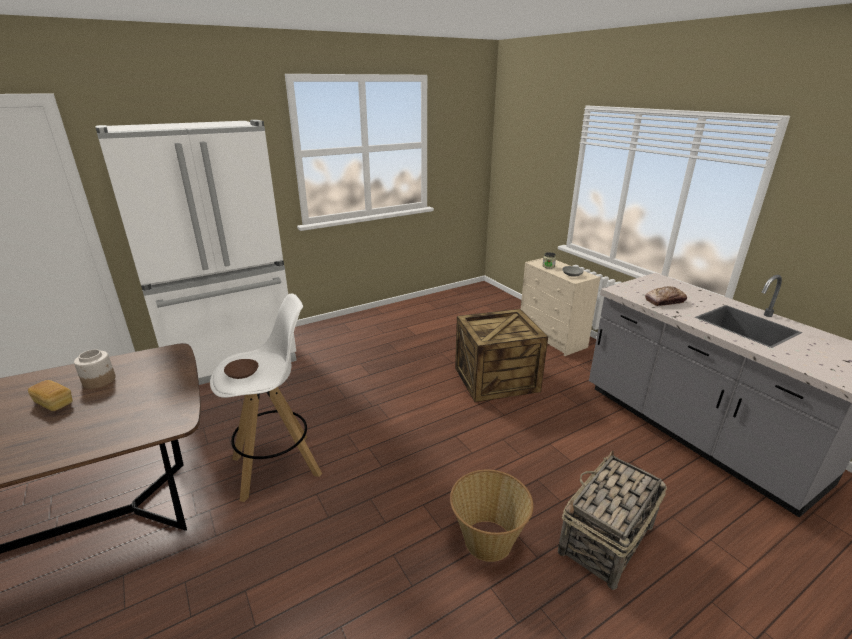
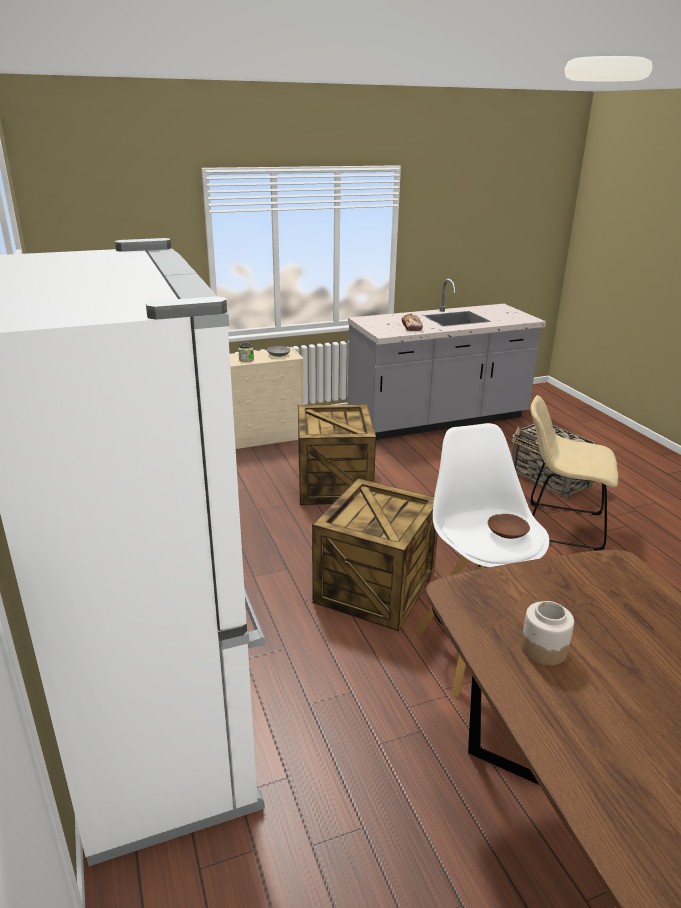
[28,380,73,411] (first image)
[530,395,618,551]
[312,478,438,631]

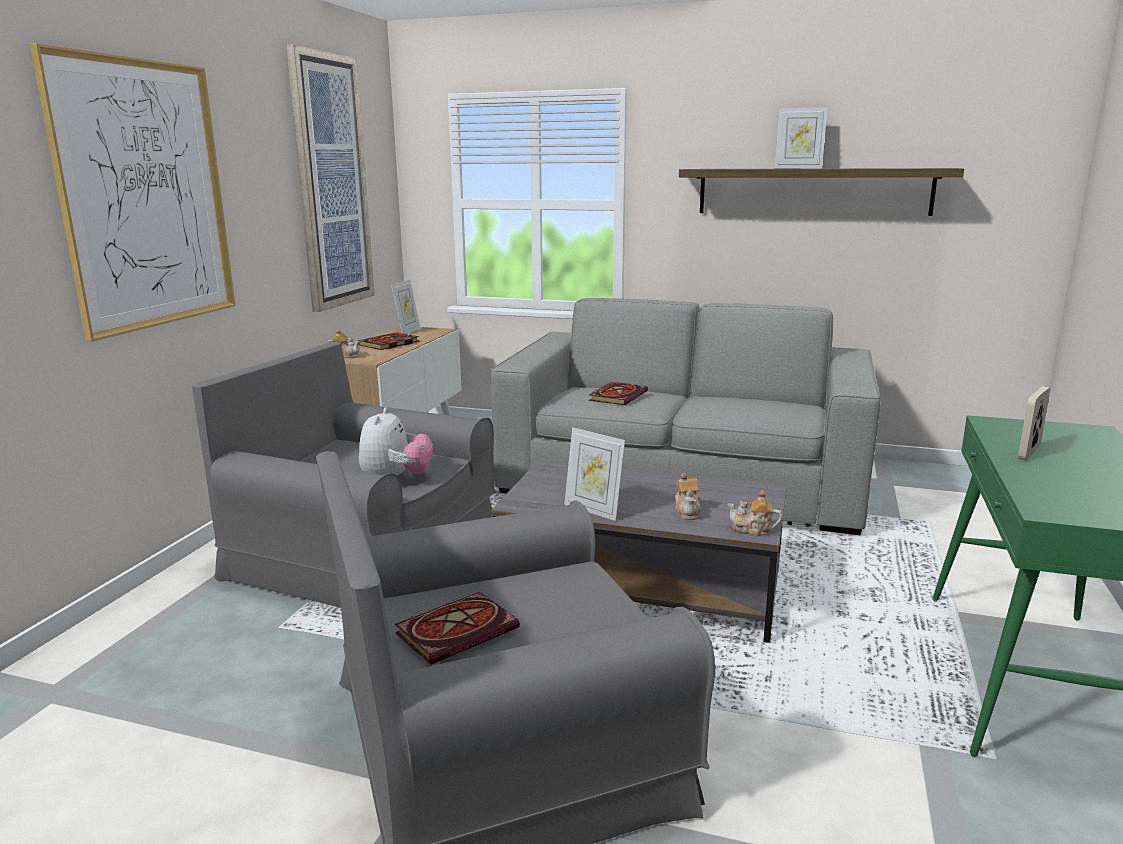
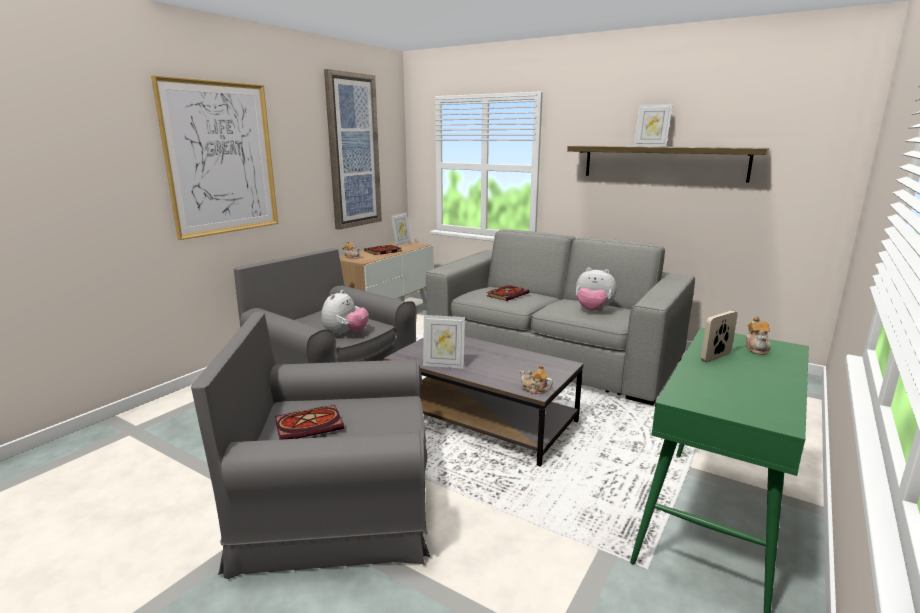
[423,315,465,369]
[745,316,771,355]
[576,268,617,311]

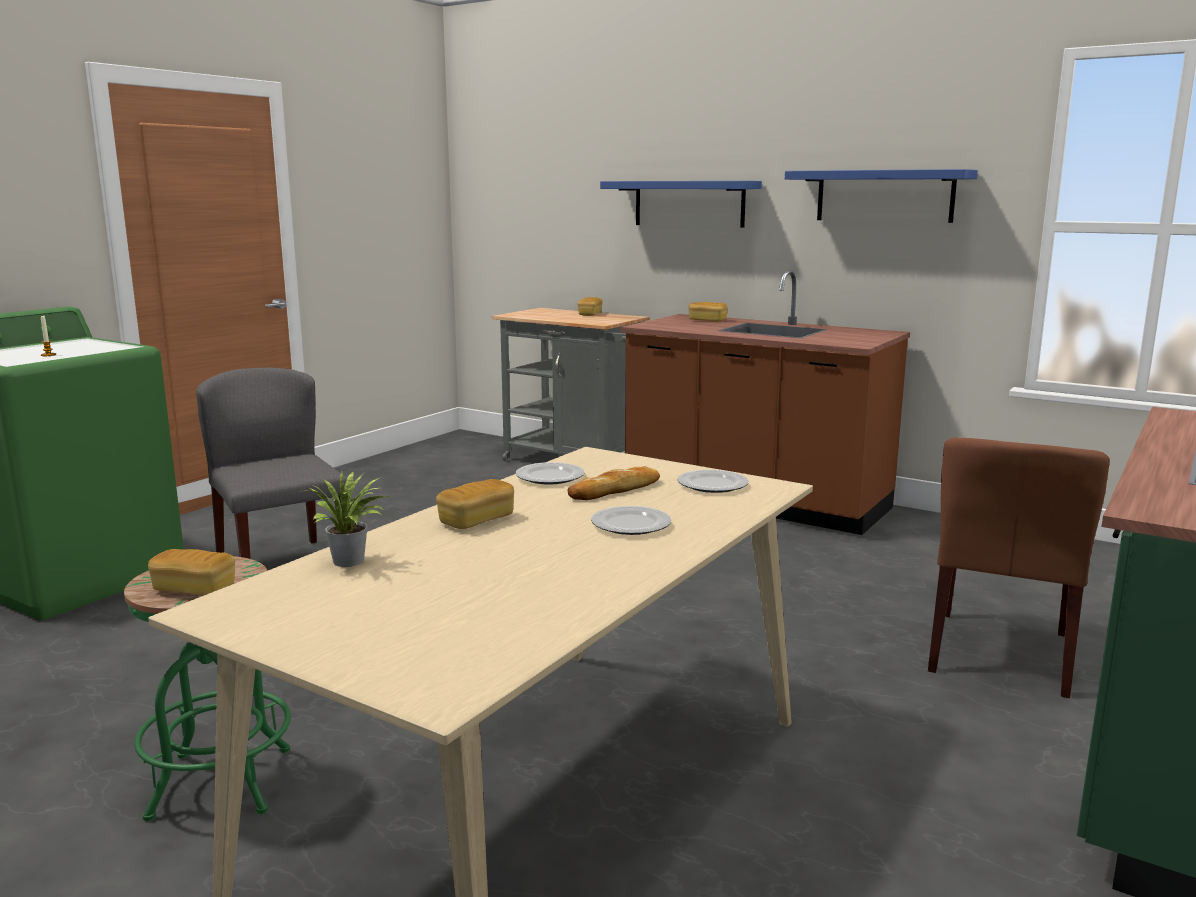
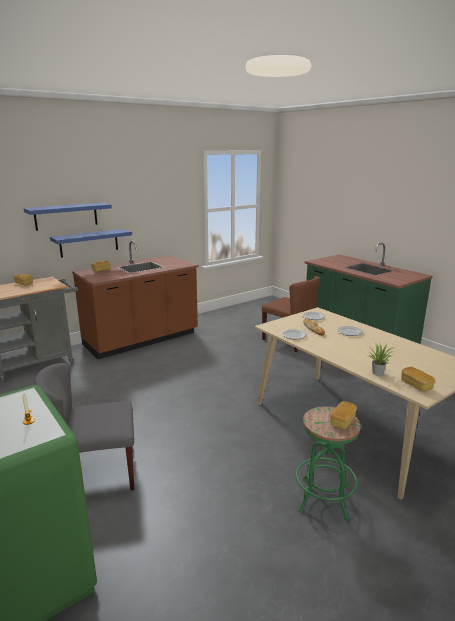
[401,367,435,392]
[50,229,132,258]

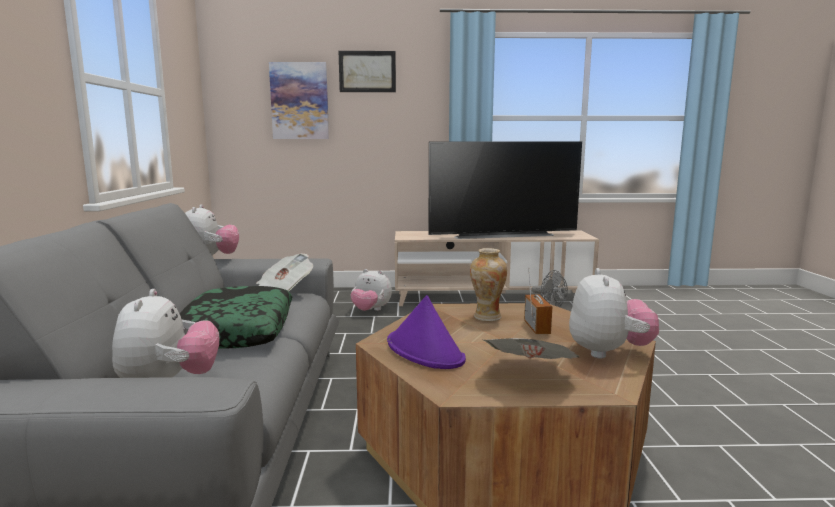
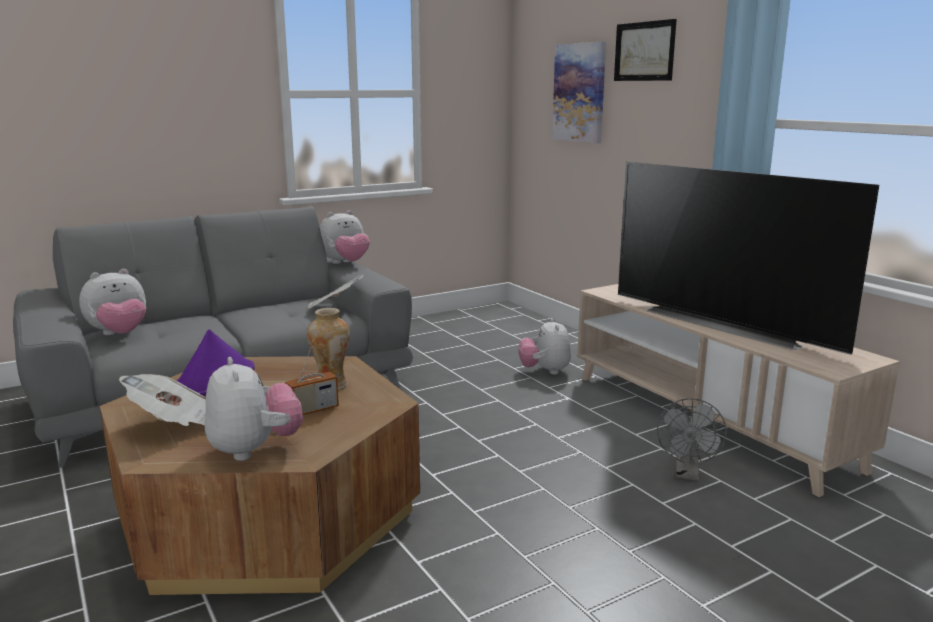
[180,286,292,349] (first image)
[205,357,303,461]

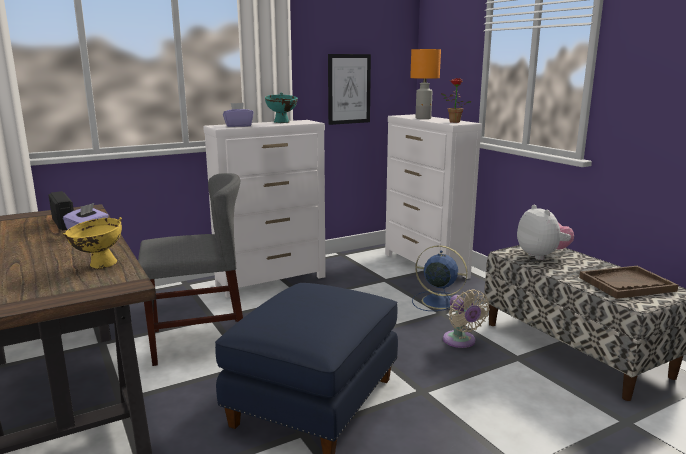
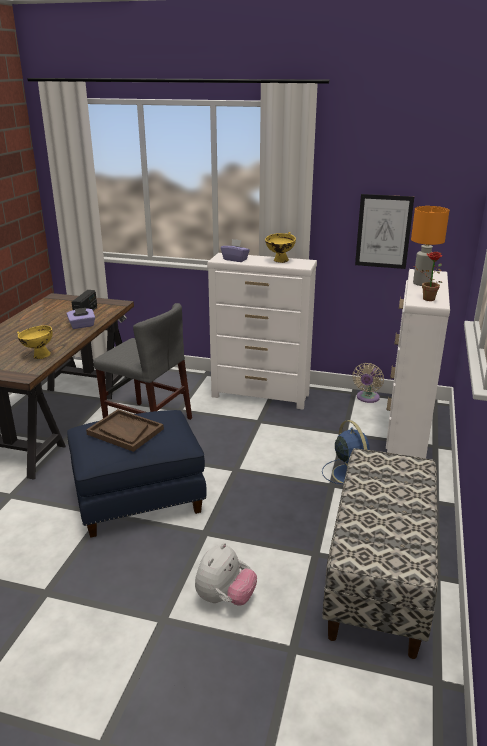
[265,232,296,263]
[353,363,384,403]
[195,543,257,606]
[86,409,164,452]

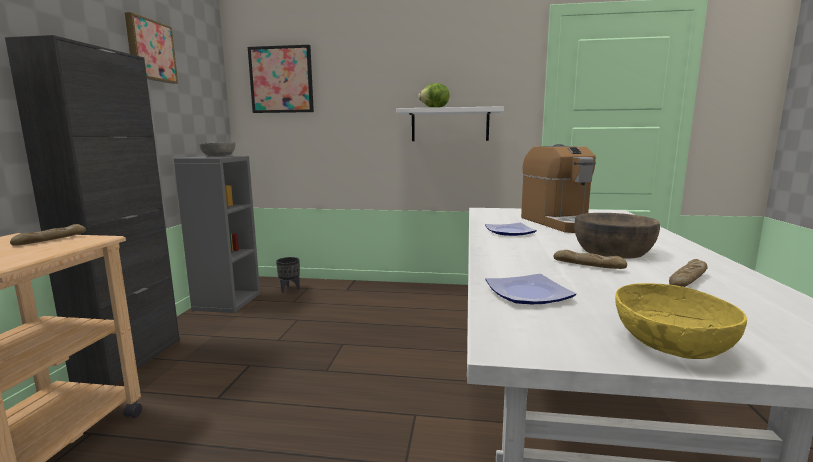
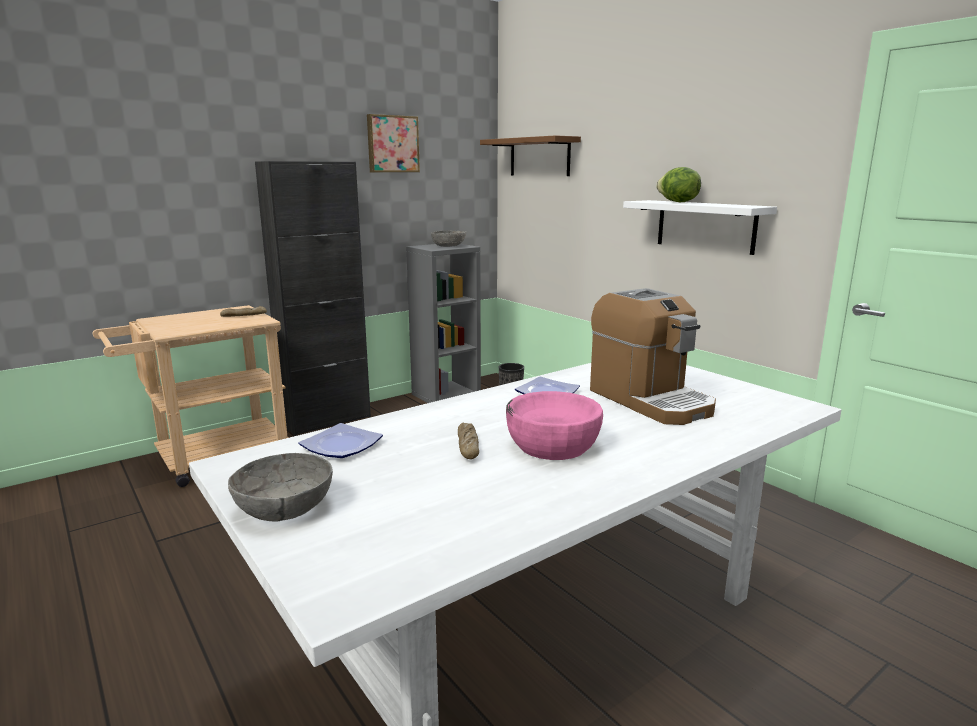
[480,135,581,176]
[590,288,716,425]
[506,391,603,460]
[228,453,333,522]
[669,259,708,287] (first image)

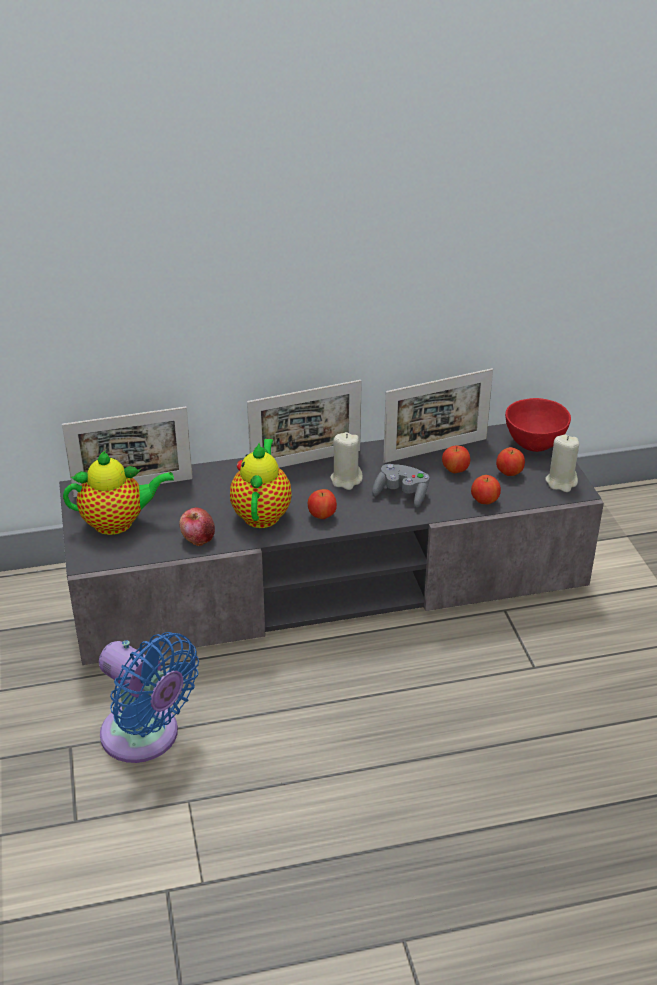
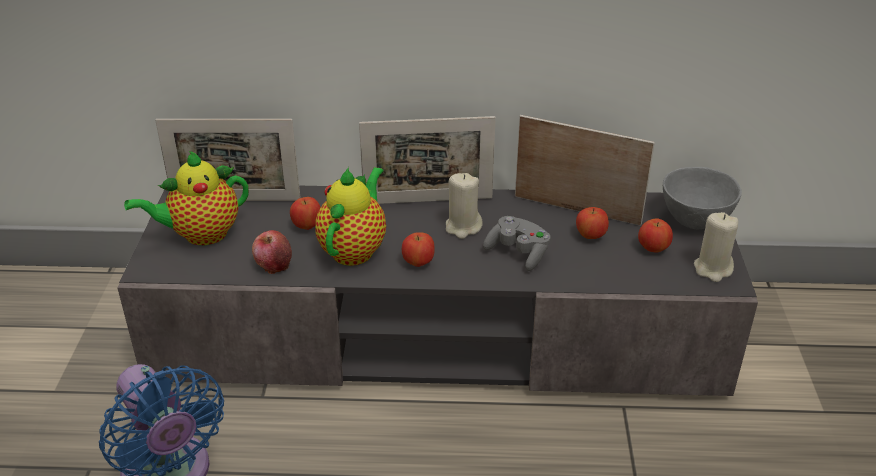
[124,151,249,245]
[515,115,655,226]
[290,197,321,230]
[663,167,742,229]

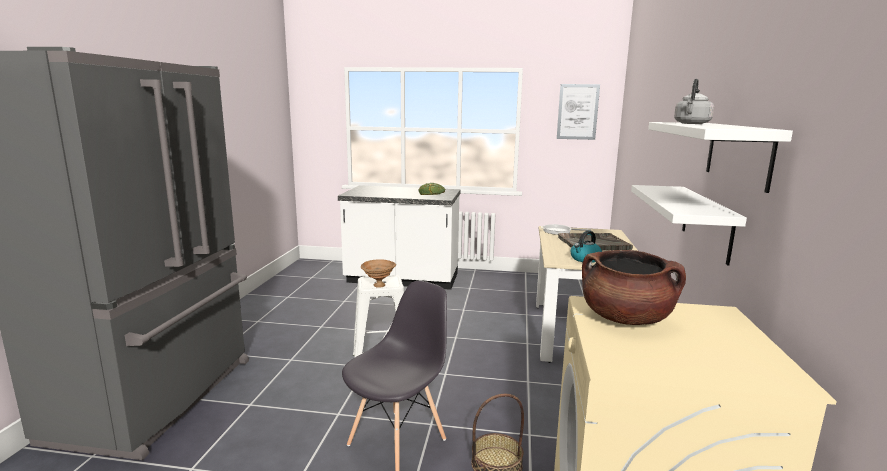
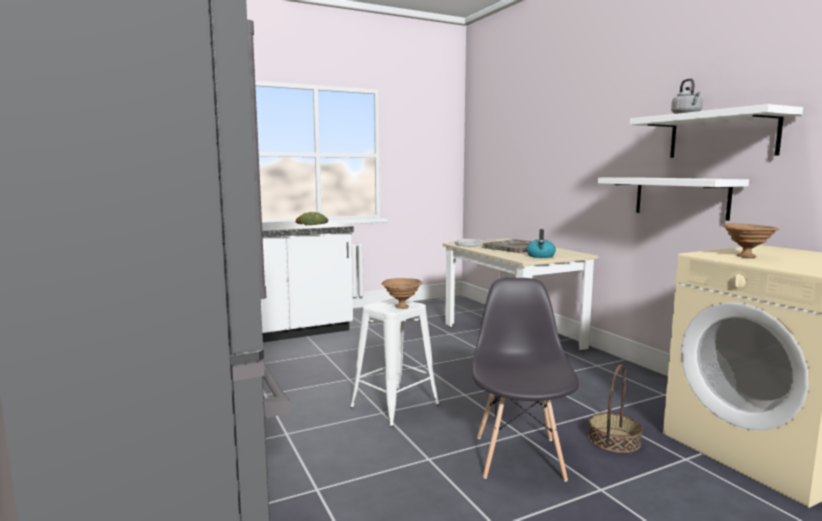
[557,84,600,140] (first image)
[723,223,779,257]

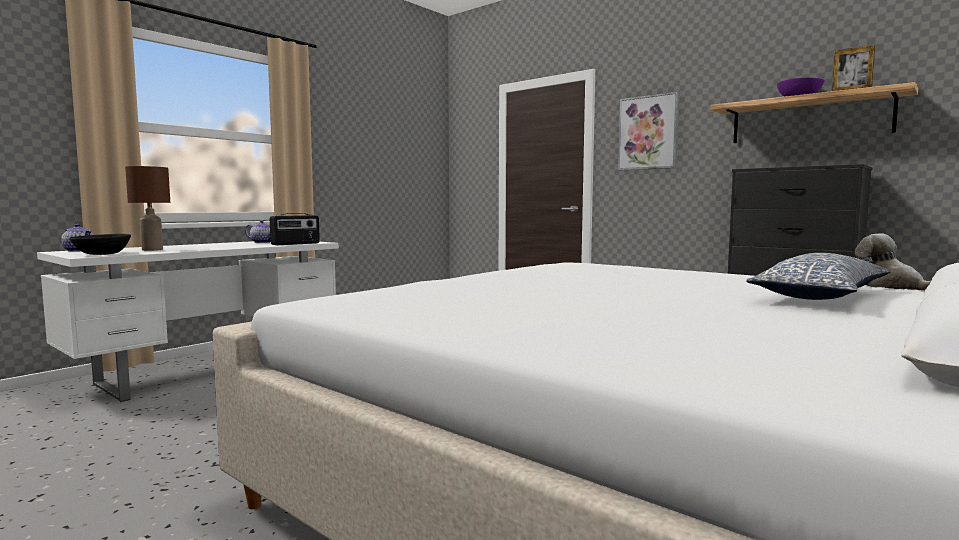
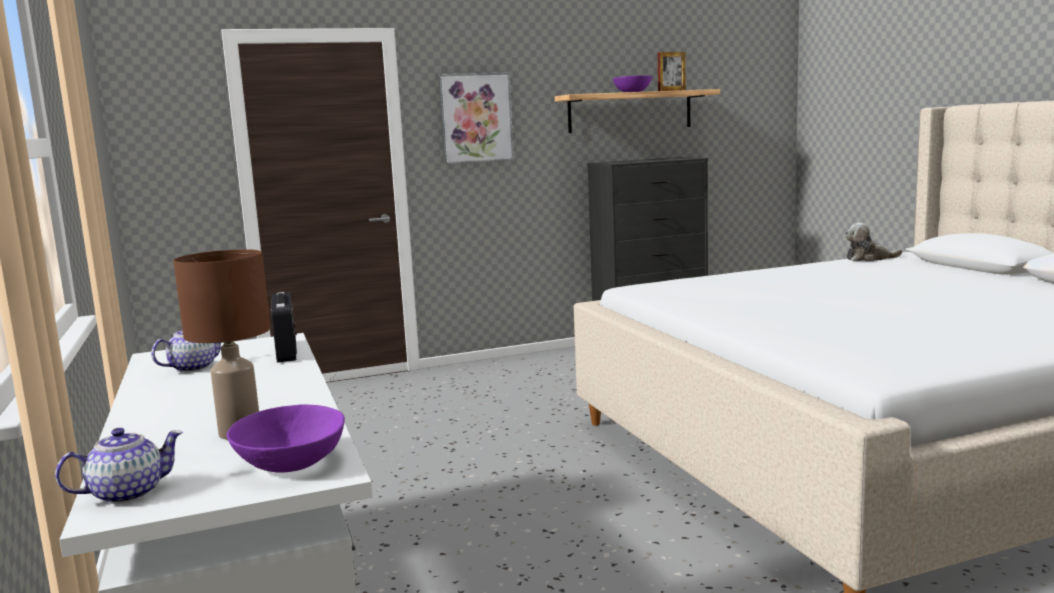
[227,404,345,473]
[746,253,891,300] (first image)

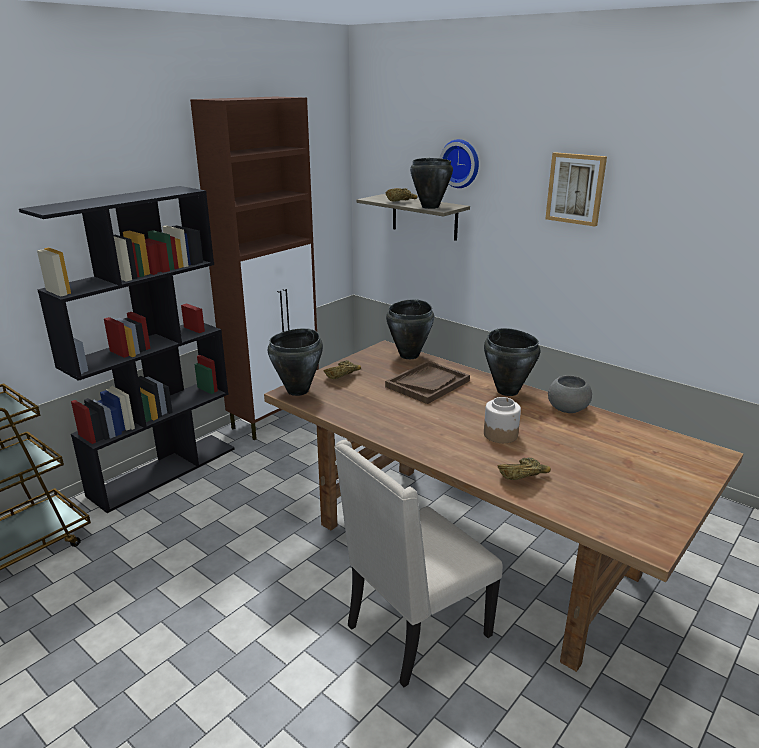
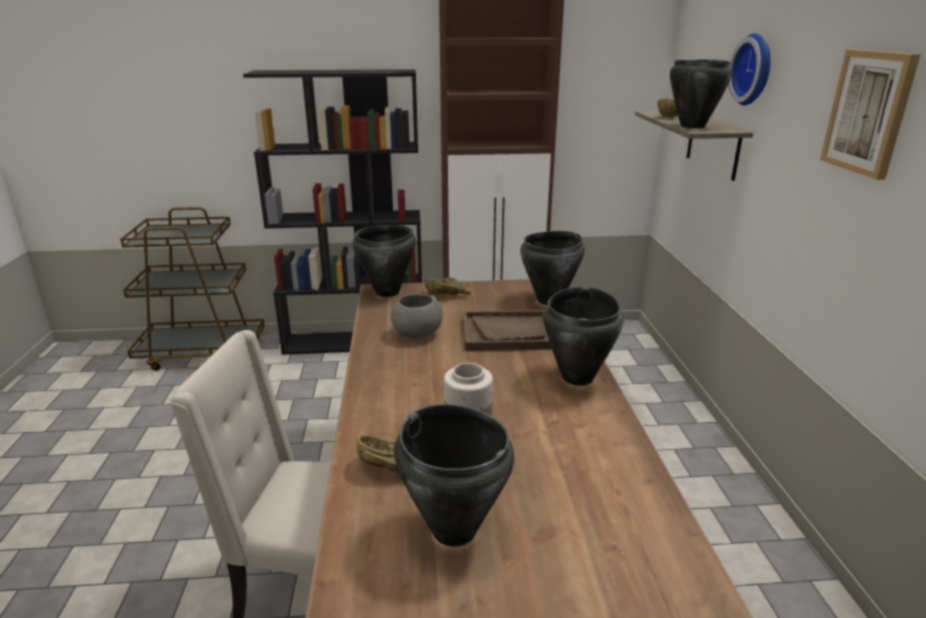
[391,294,443,339]
[394,404,514,547]

